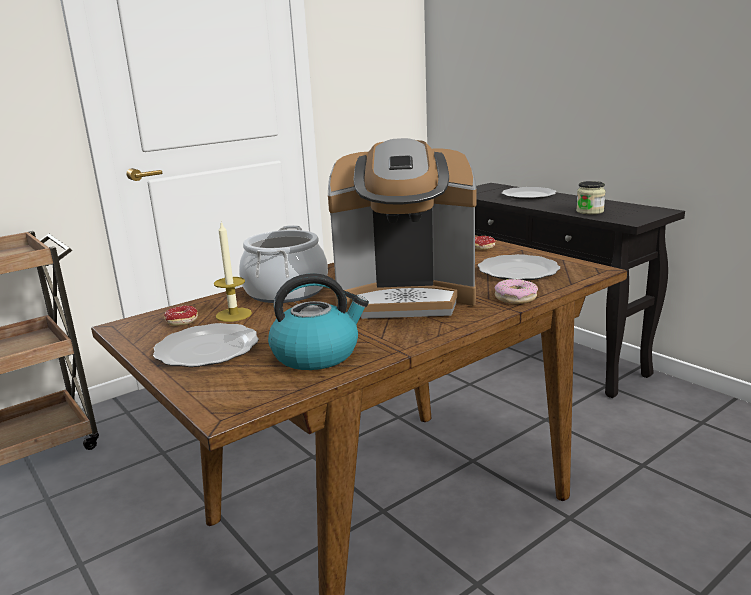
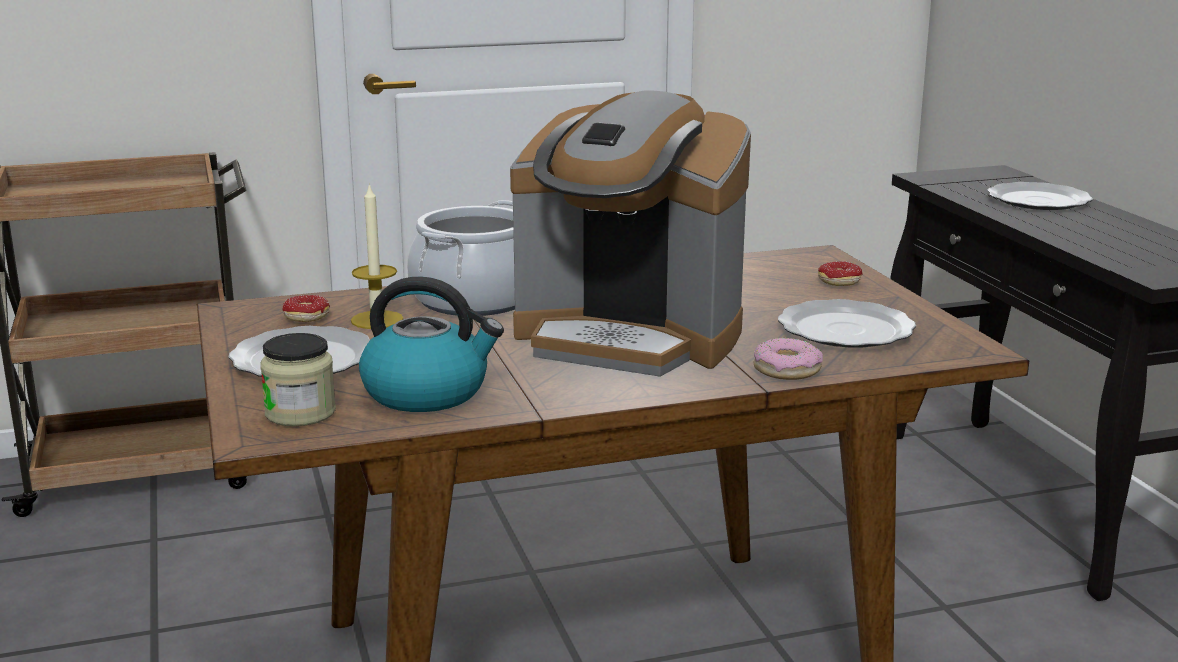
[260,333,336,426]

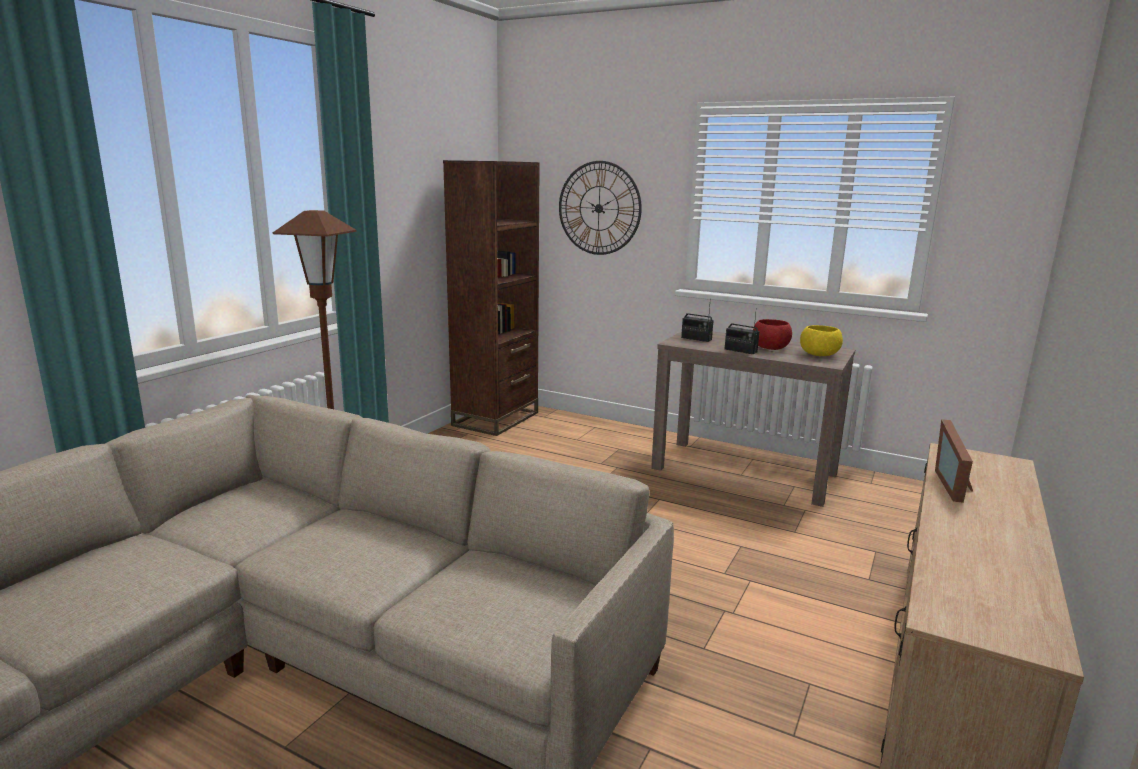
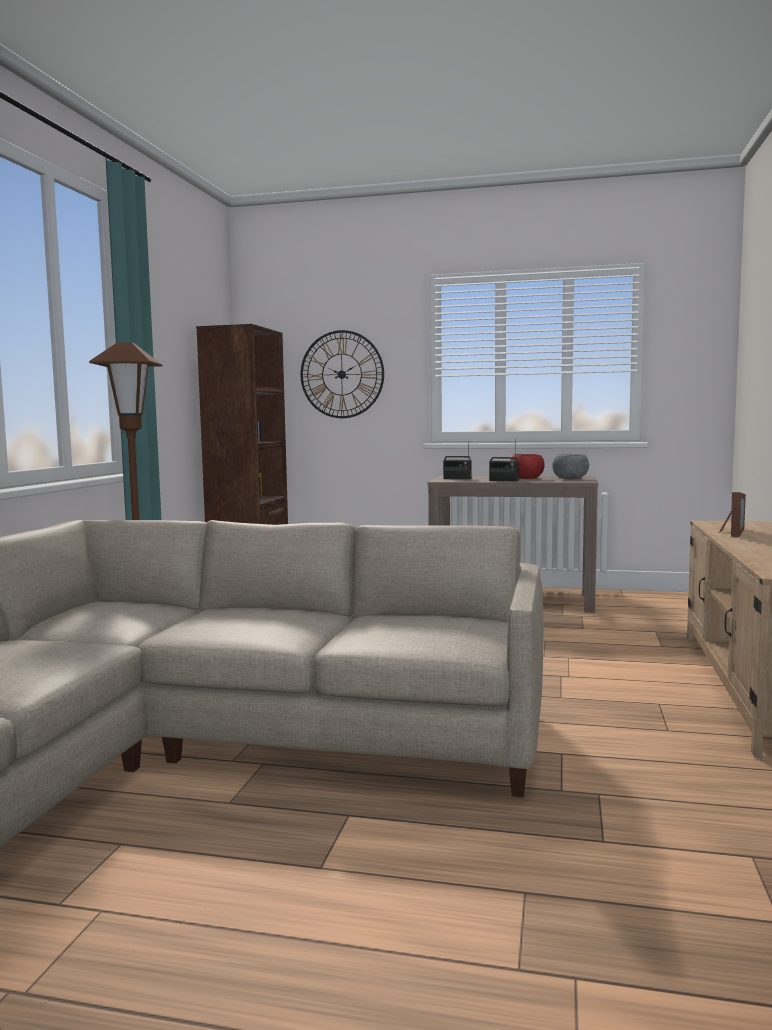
[552,454,589,479]
[719,492,746,537]

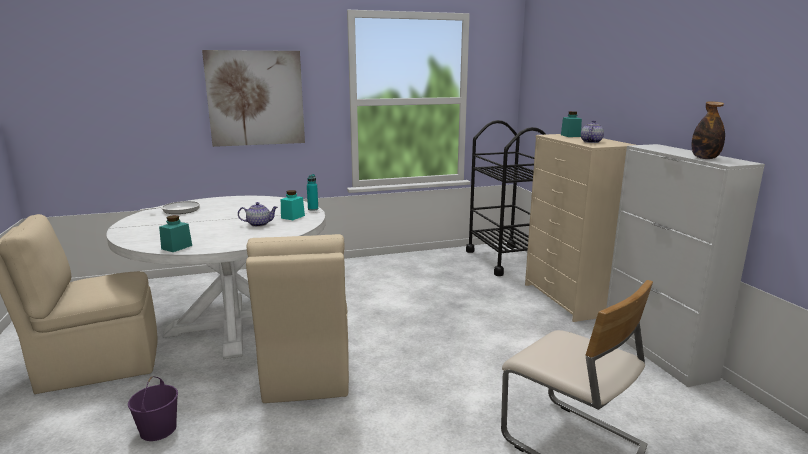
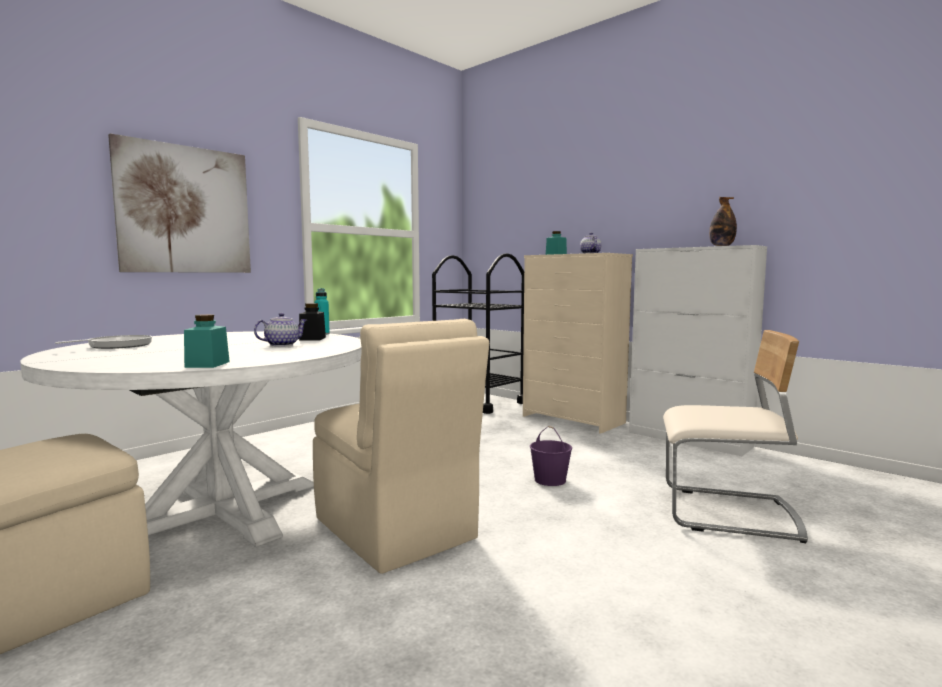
[530,426,572,486]
[299,303,326,341]

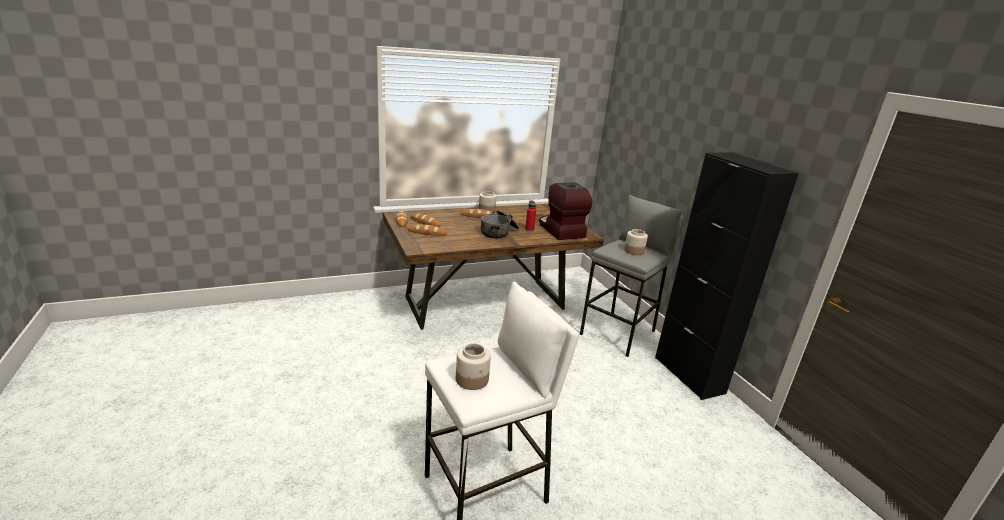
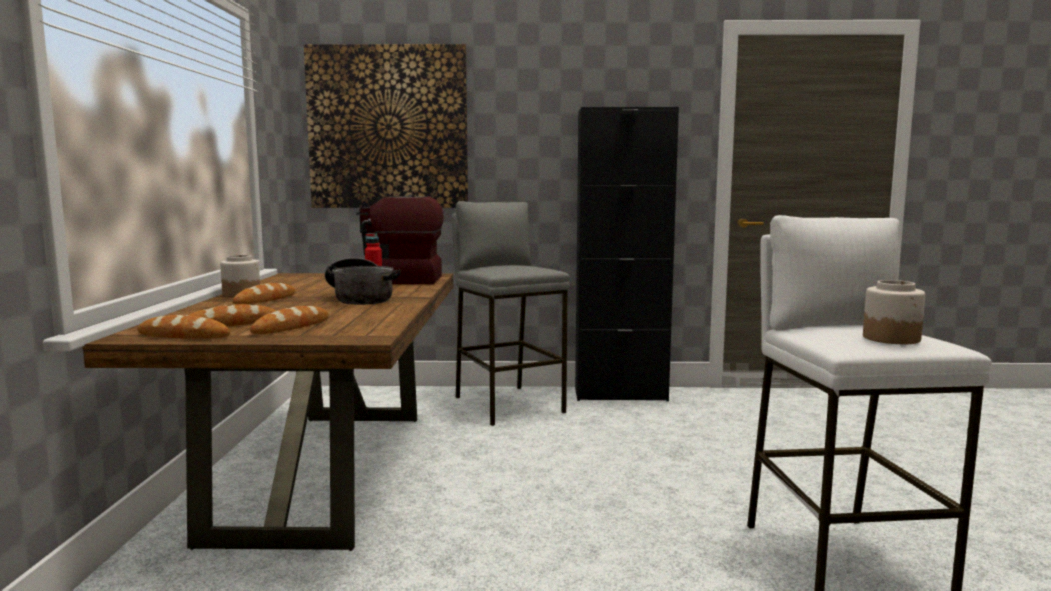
[624,229,648,255] (first image)
[304,44,468,208]

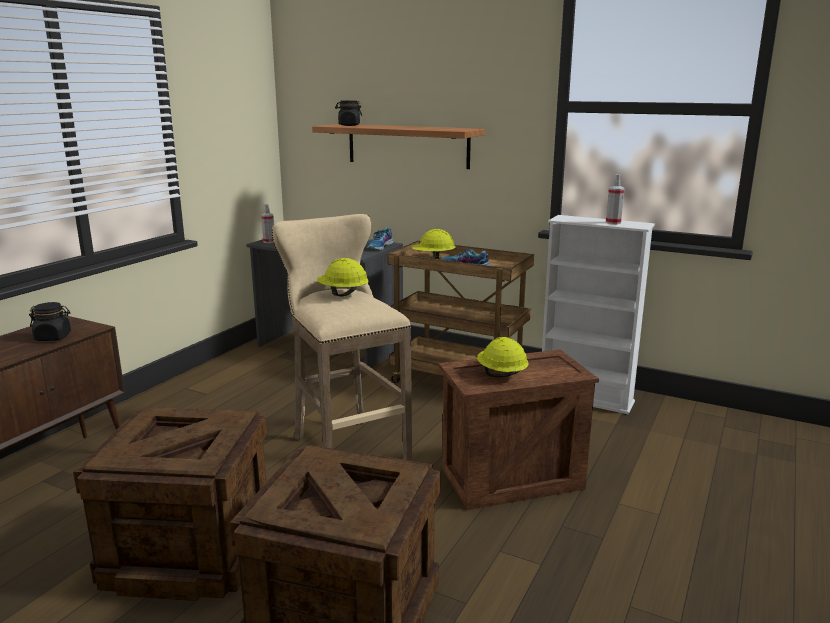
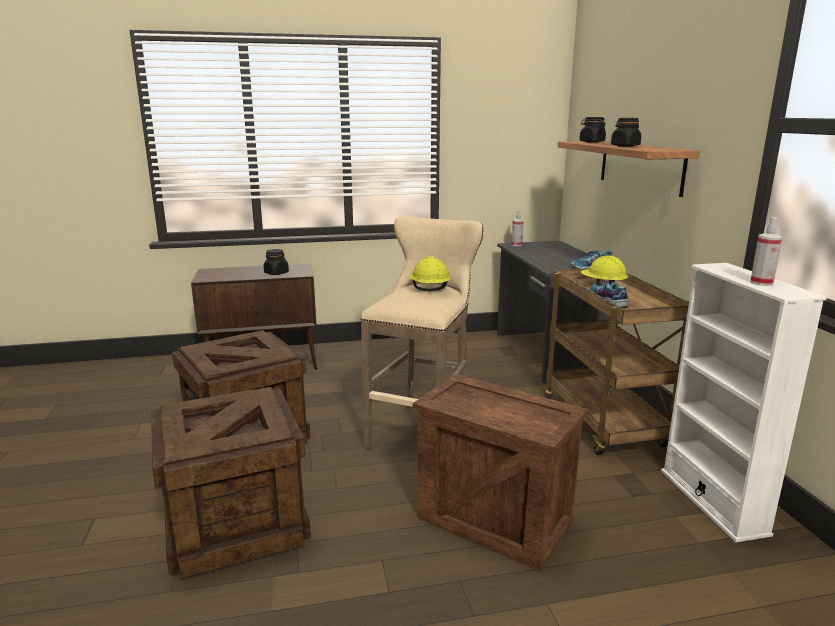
[477,337,529,377] (first image)
[611,118,641,147]

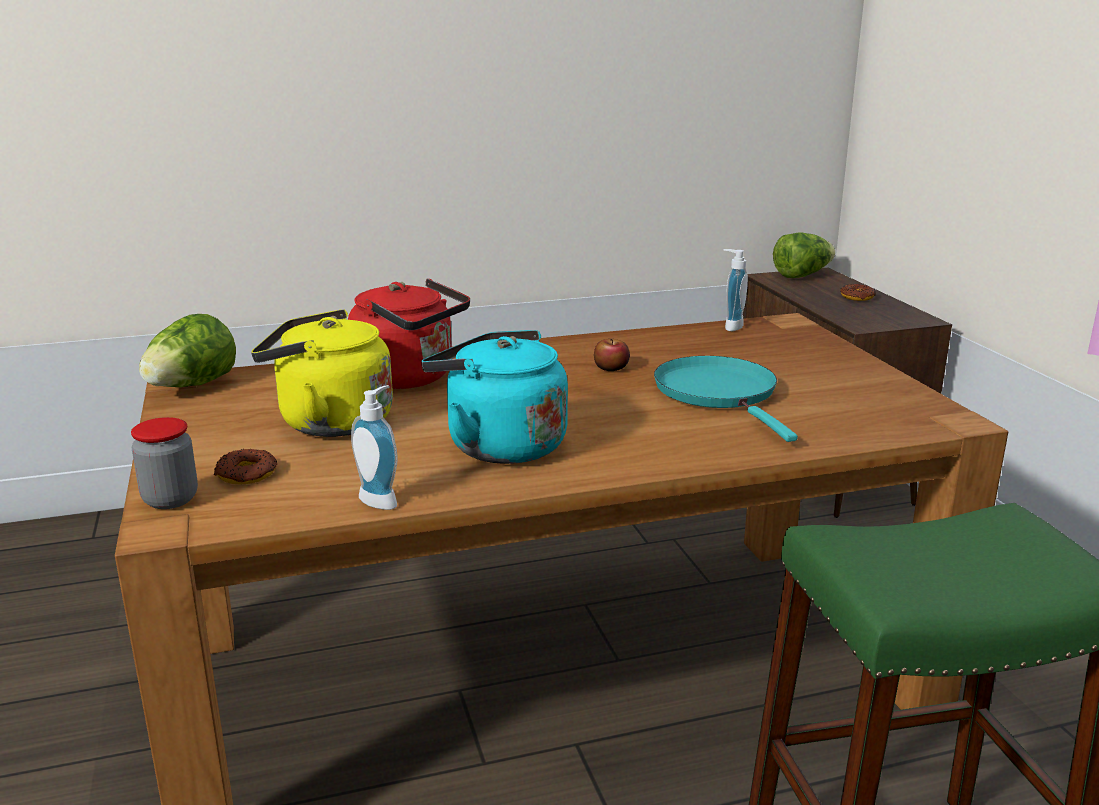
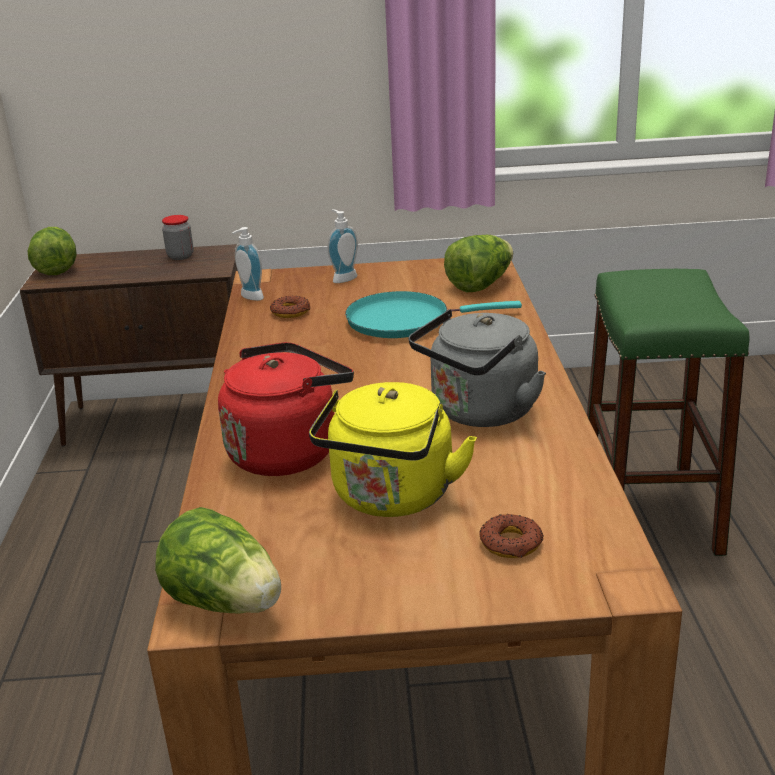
[162,215,194,260]
[328,209,358,283]
[409,309,546,427]
[594,339,630,371] (first image)
[270,295,310,318]
[444,235,513,292]

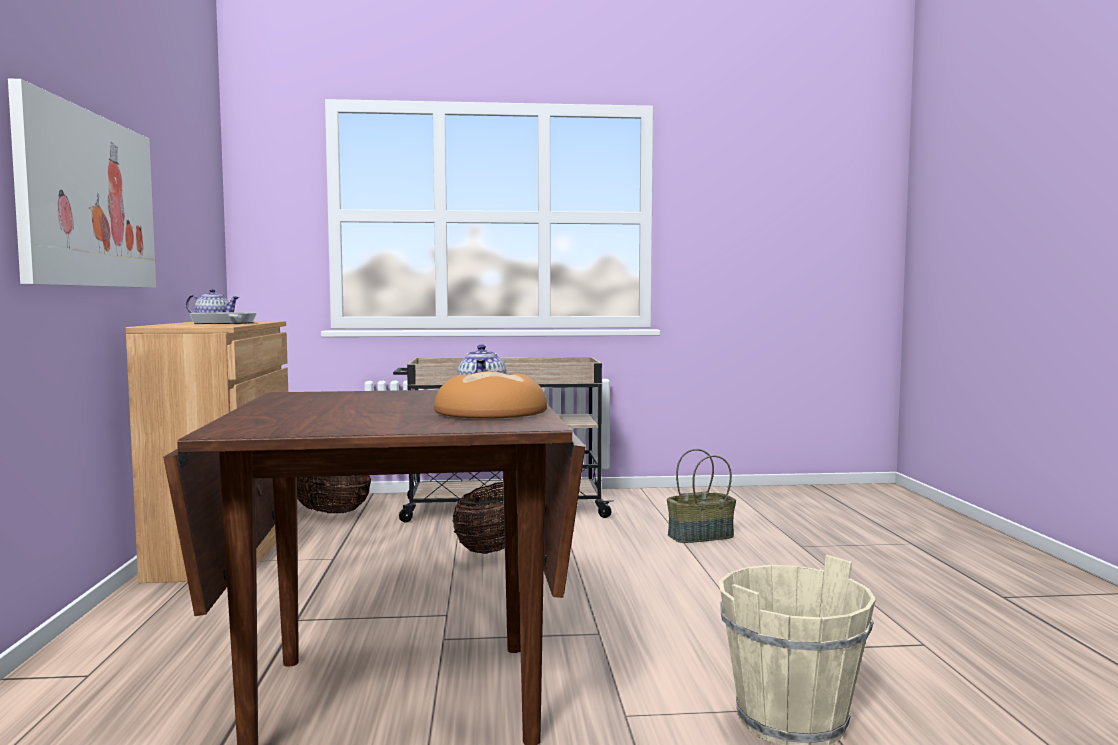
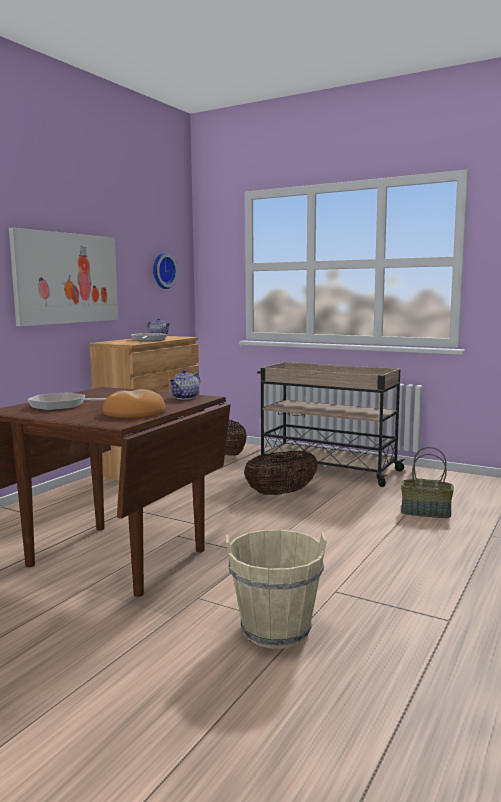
[27,392,107,410]
[153,253,178,289]

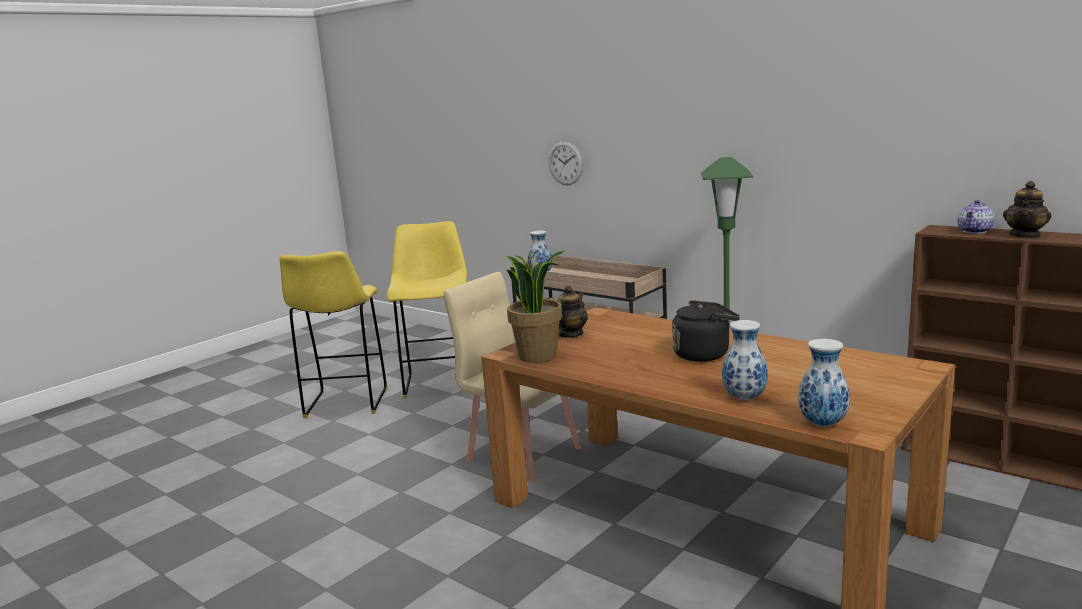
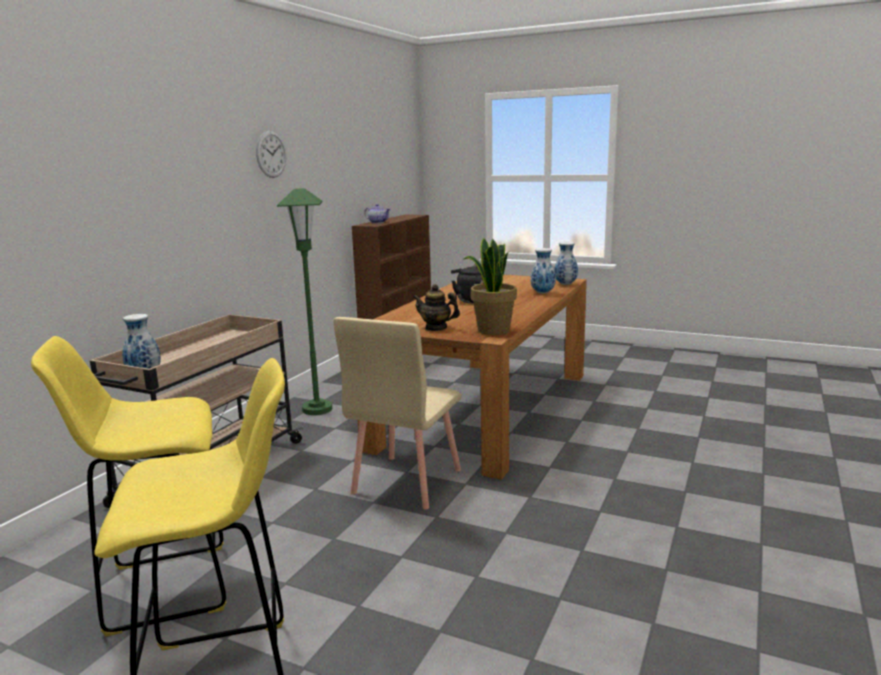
[256,131,286,178]
[1003,181,1052,238] (first image)

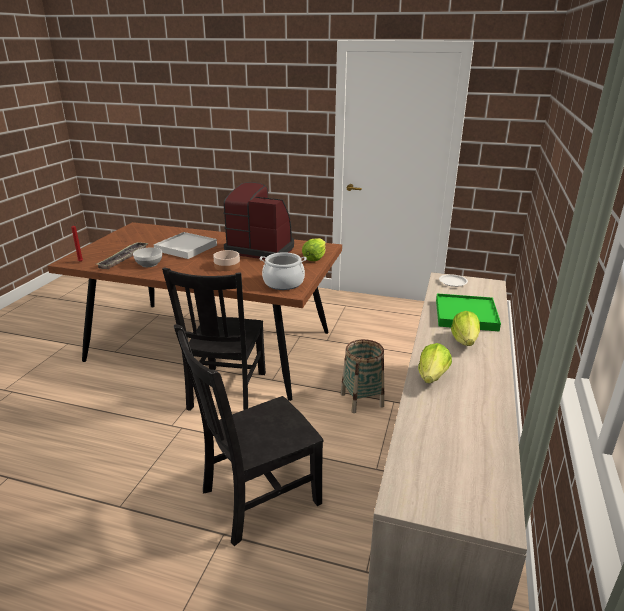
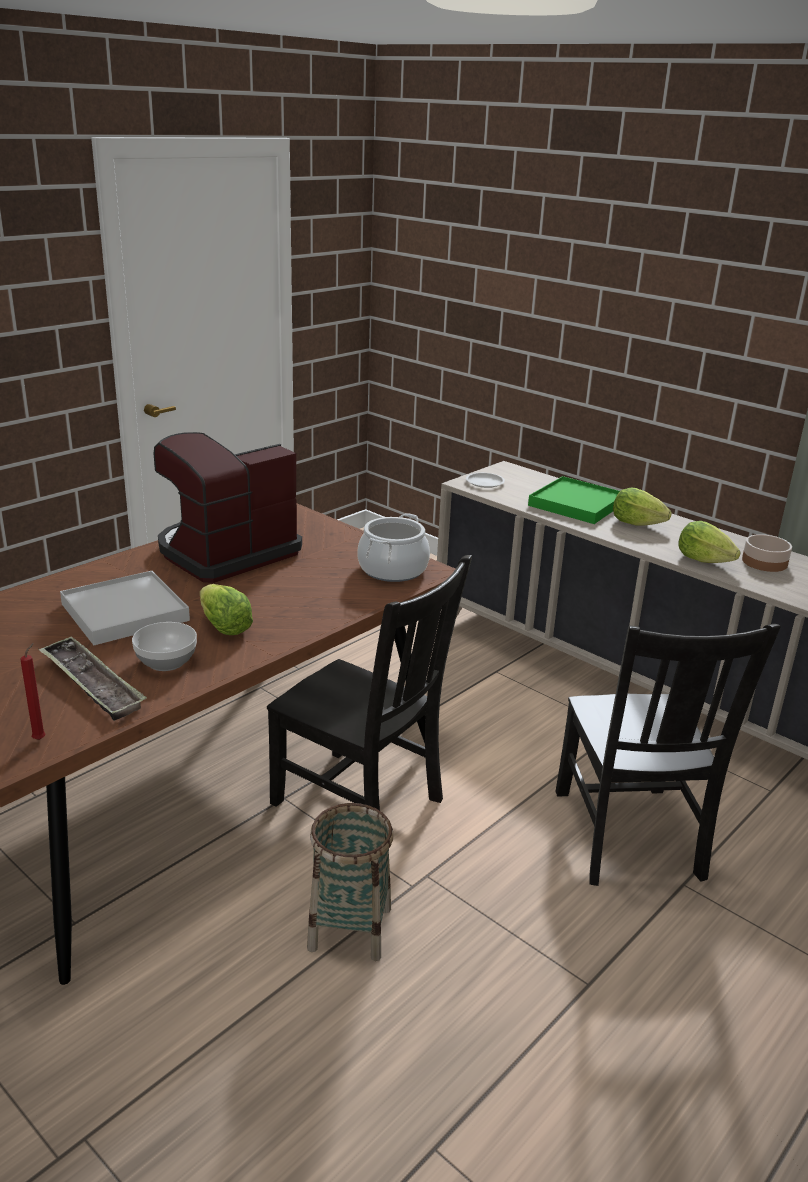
[742,534,792,572]
[200,584,253,635]
[307,803,393,961]

